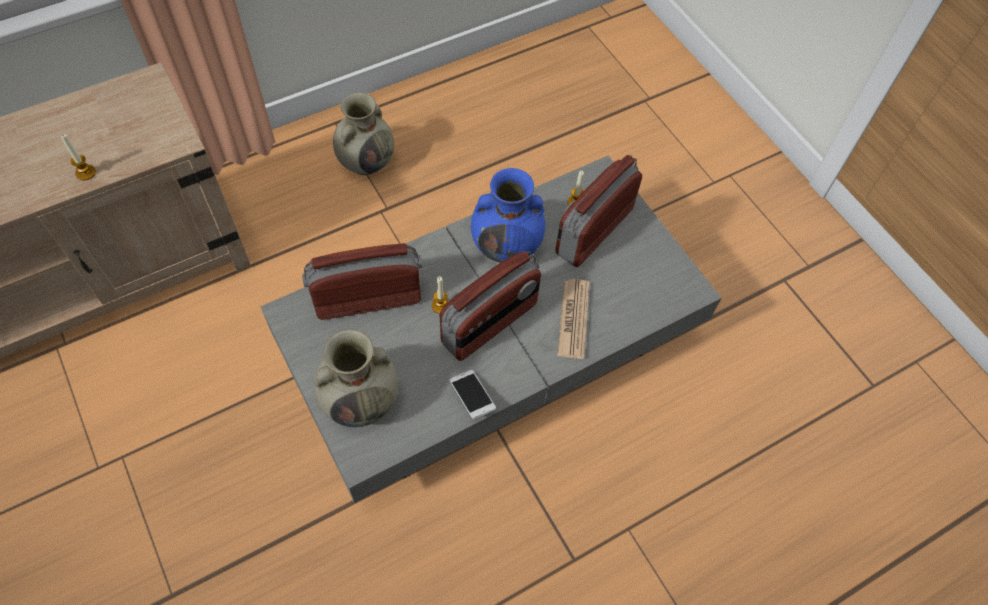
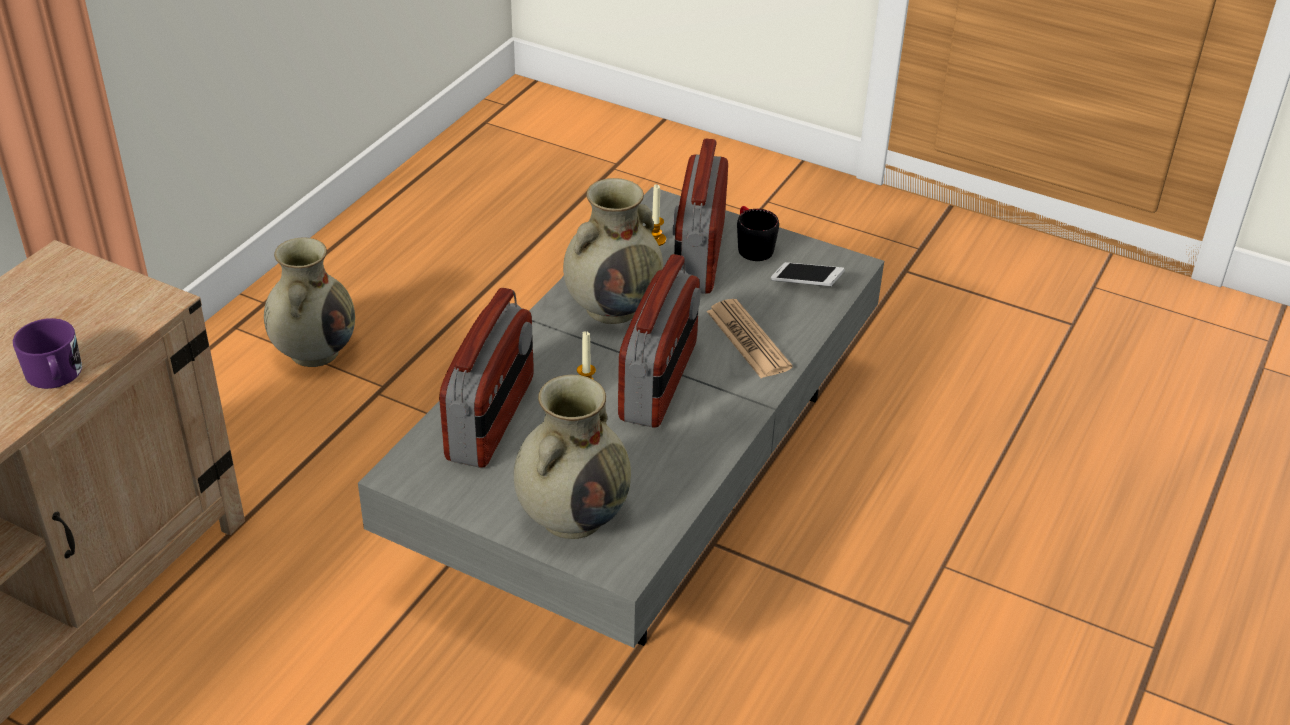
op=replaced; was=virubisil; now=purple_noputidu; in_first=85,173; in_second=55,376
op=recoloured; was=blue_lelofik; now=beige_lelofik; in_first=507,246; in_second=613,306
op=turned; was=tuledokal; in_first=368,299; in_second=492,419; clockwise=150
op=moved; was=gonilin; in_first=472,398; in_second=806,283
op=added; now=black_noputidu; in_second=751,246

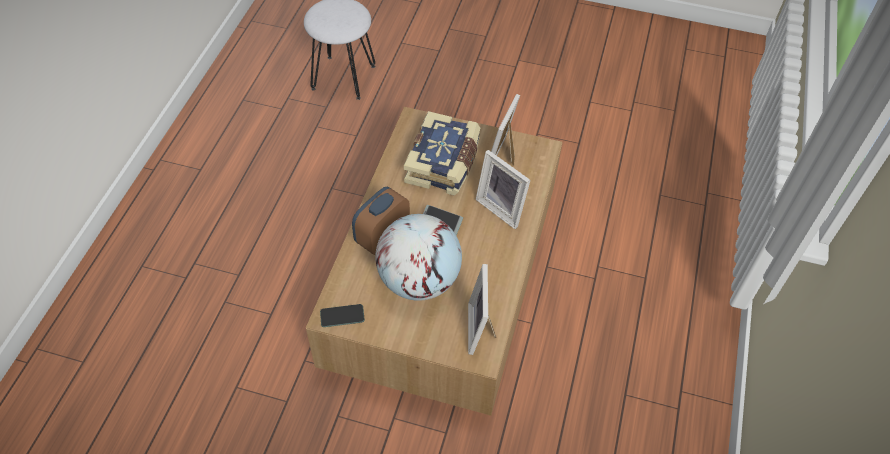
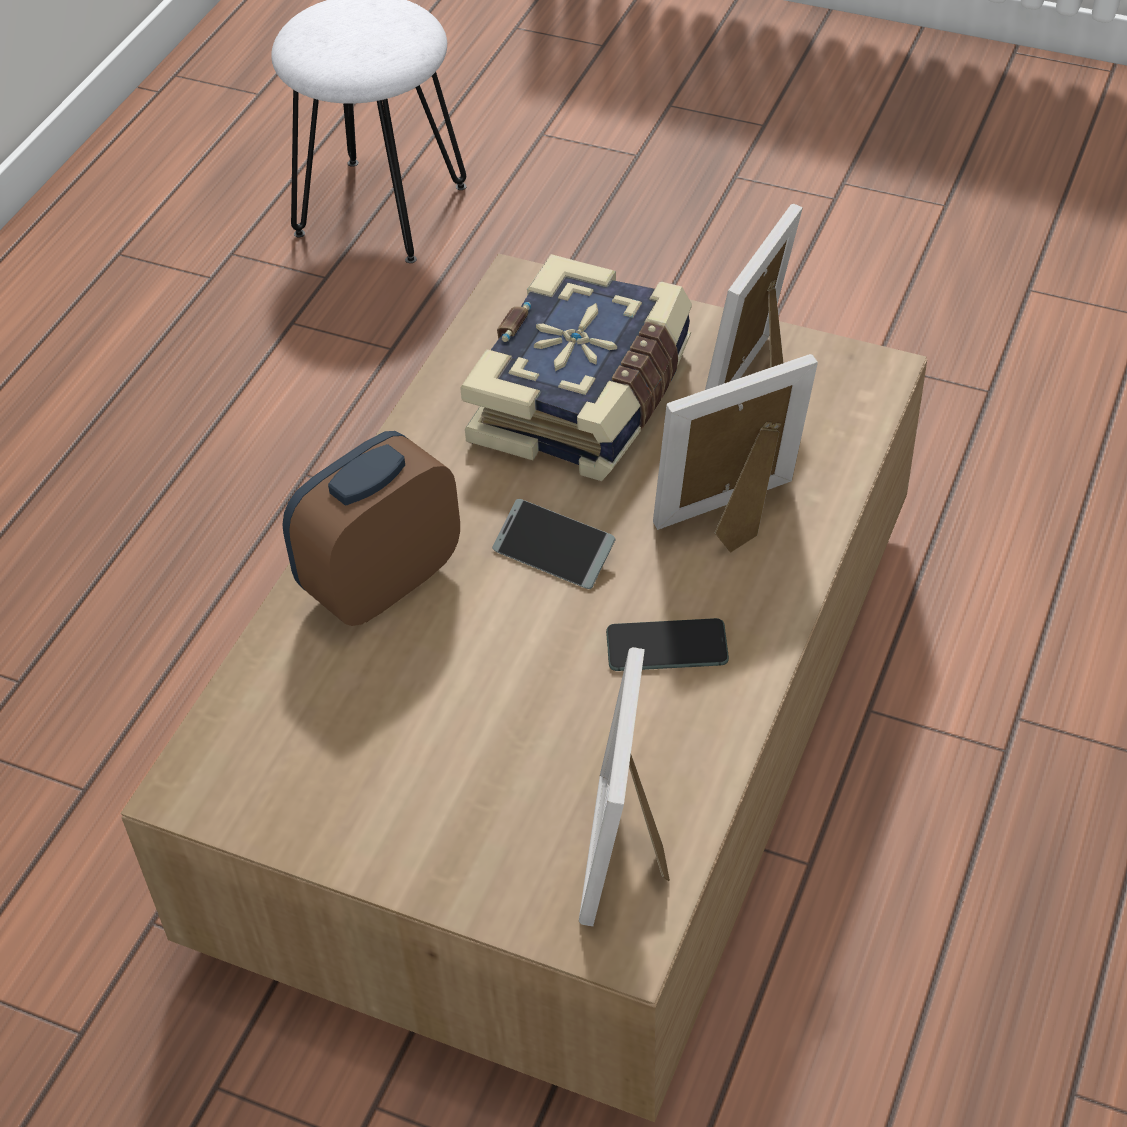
op=turned; was=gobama; in_first=503,207; in_second=736,520; clockwise=105
op=removed; was=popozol; in_first=418,280
op=moved; was=gonilin; in_first=342,316; in_second=667,646

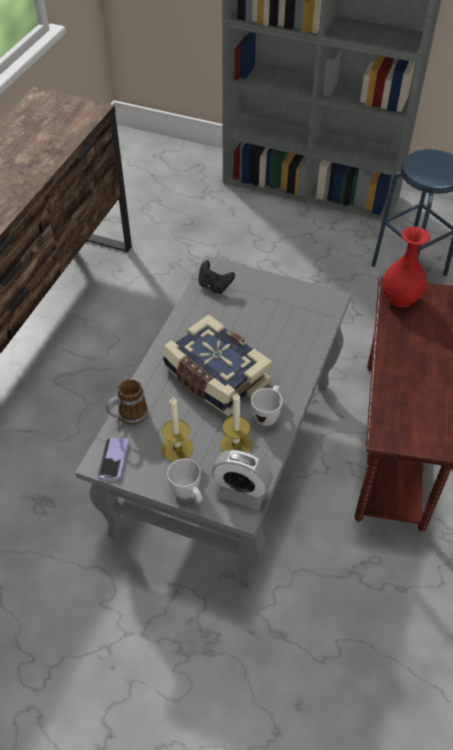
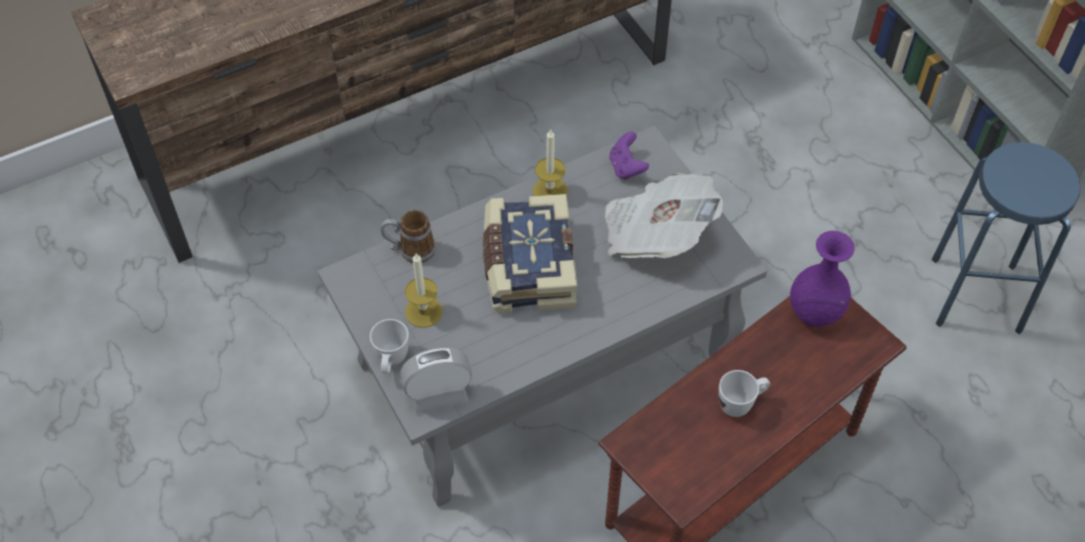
op=recoloured; was=red_lelofik; now=purple_lelofik; in_first=400,298; in_second=815,312
op=recoloured; was=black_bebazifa; now=purple_bebazifa; in_first=214,286; in_second=626,167
op=moved; was=white_noputidu; in_first=268,414; in_second=741,404
op=moved; was=virubisil; in_first=235,445; in_second=550,191
op=removed; was=gonilin; in_first=113,459
op=turned; was=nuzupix; in_first=241,493; in_second=438,395; clockwise=105
op=added; now=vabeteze; in_second=656,234

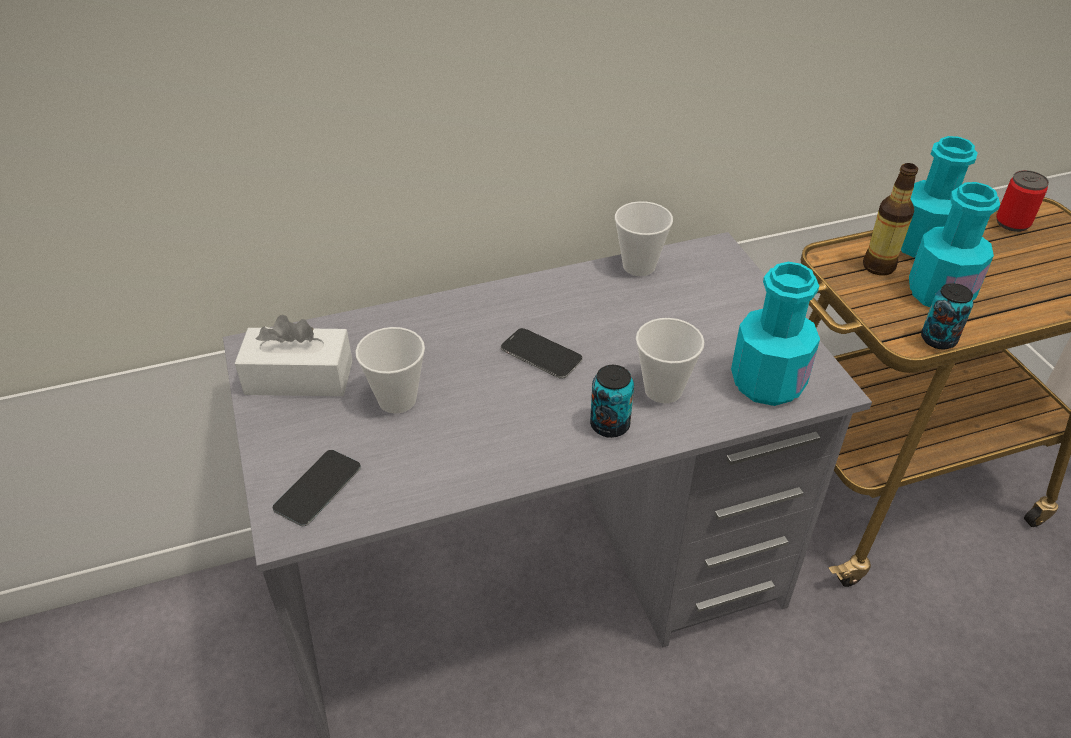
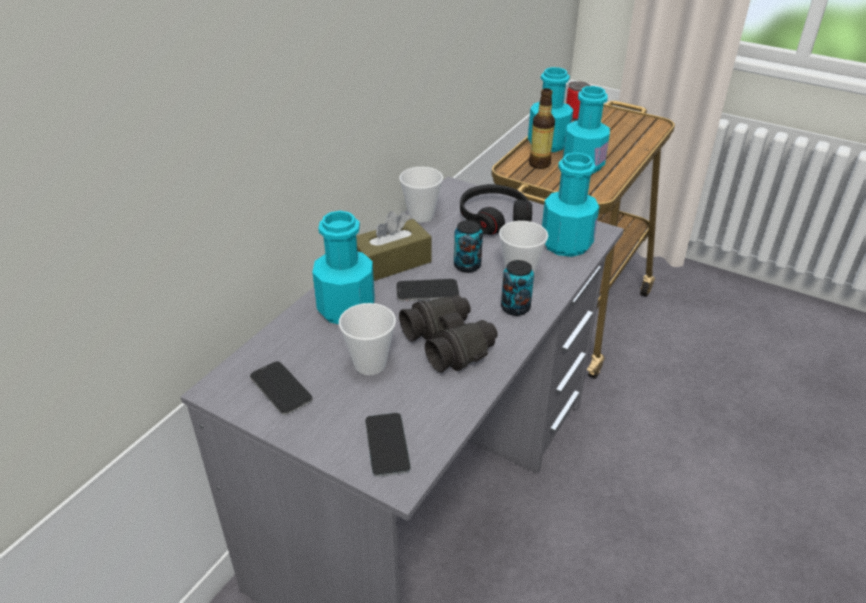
op=moved; was=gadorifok; in_first=938,339; in_second=467,266
op=replaced; was=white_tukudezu; now=gonilin; in_first=299,377; in_second=281,389
op=added; now=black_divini; in_second=494,217
op=added; now=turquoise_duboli; in_second=346,309
op=added; now=brown_tukudezu; in_second=391,263
op=added; now=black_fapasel; in_second=449,343

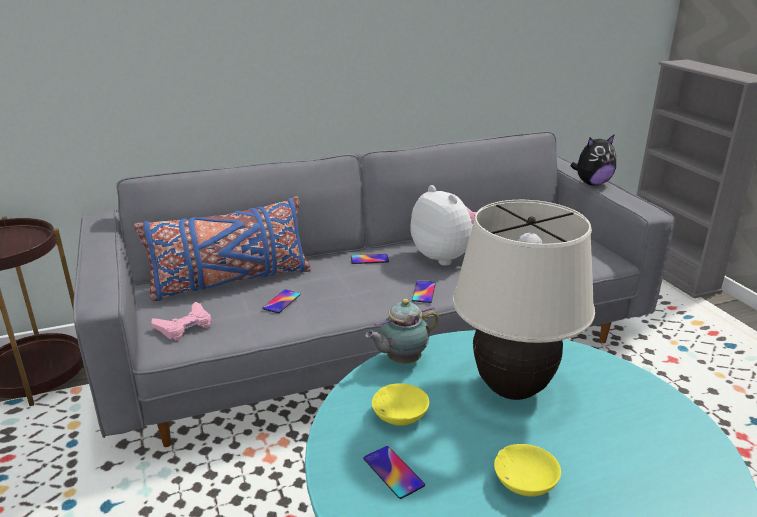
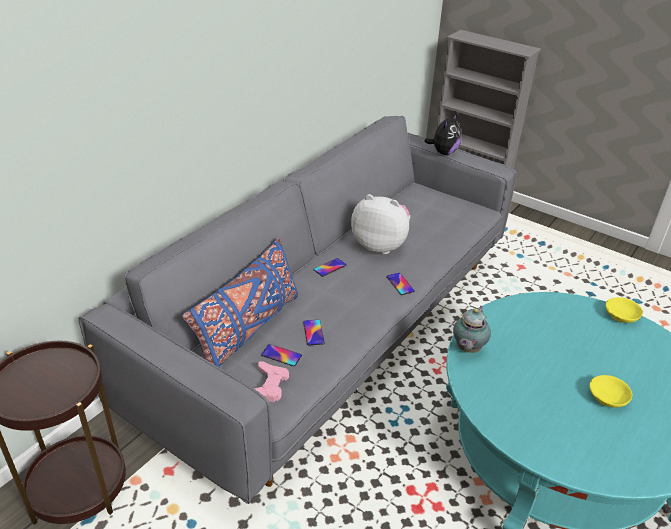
op=removed; was=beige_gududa; in_first=511,389
op=moved; was=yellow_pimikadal; in_first=401,416; in_second=622,317
op=moved; was=gonilin; in_first=393,472; in_second=281,355

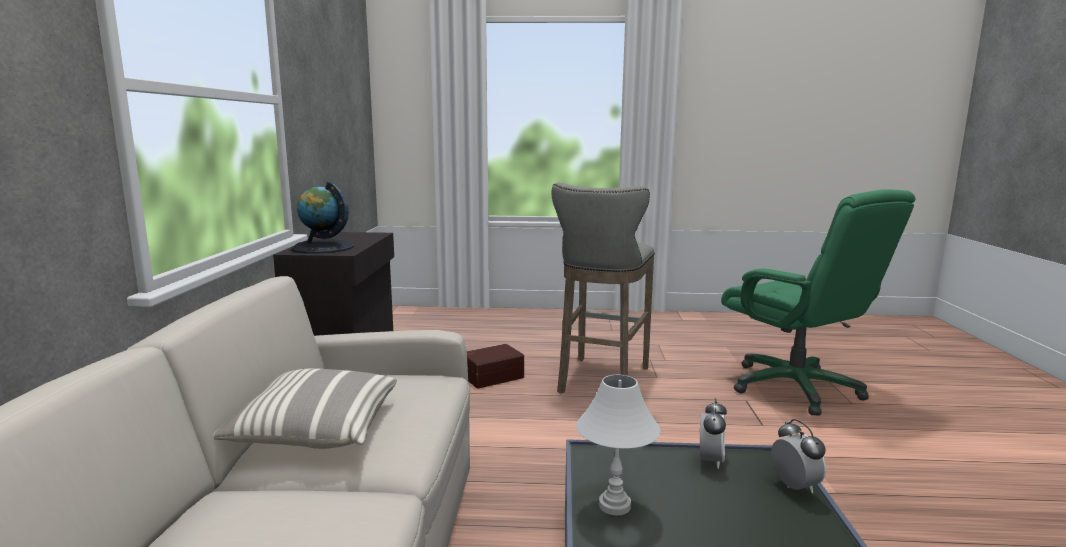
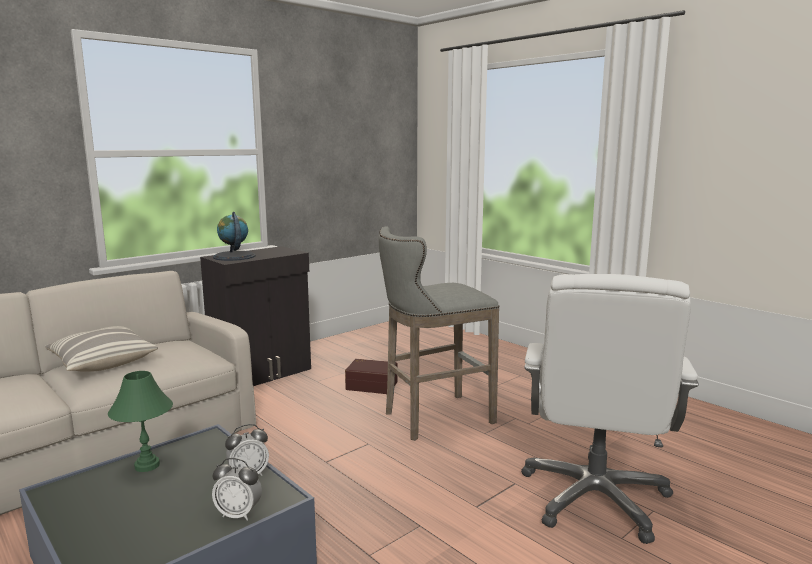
op=recoloured; was=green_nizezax; now=white_nizezax; in_first=796,388; in_second=595,498
op=recoloured; was=white_gududa; now=green_gududa; in_first=614,505; in_second=147,465
op=turned; was=nuzupix; in_first=794,486; in_second=238,514; clockwise=75

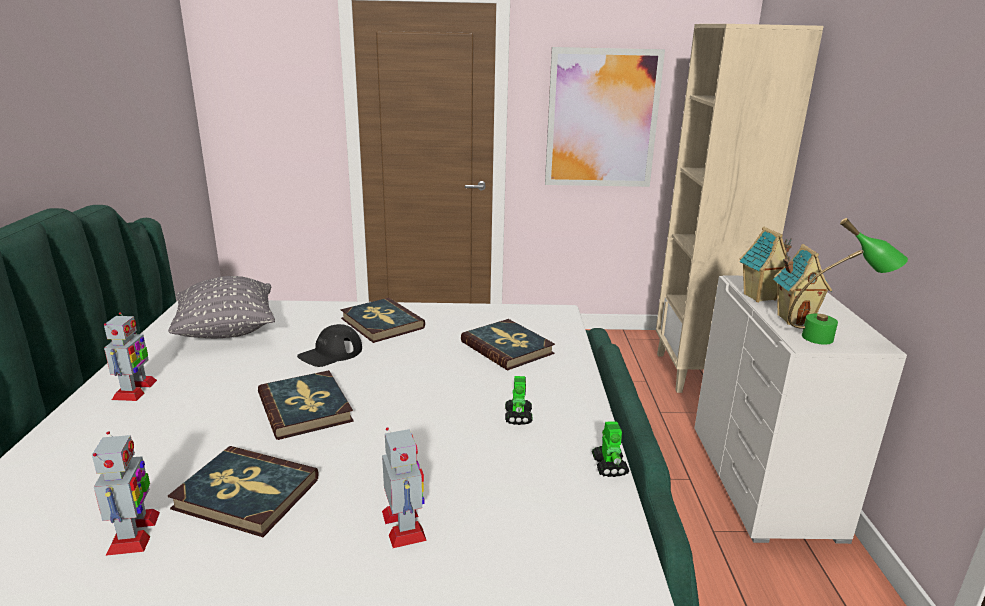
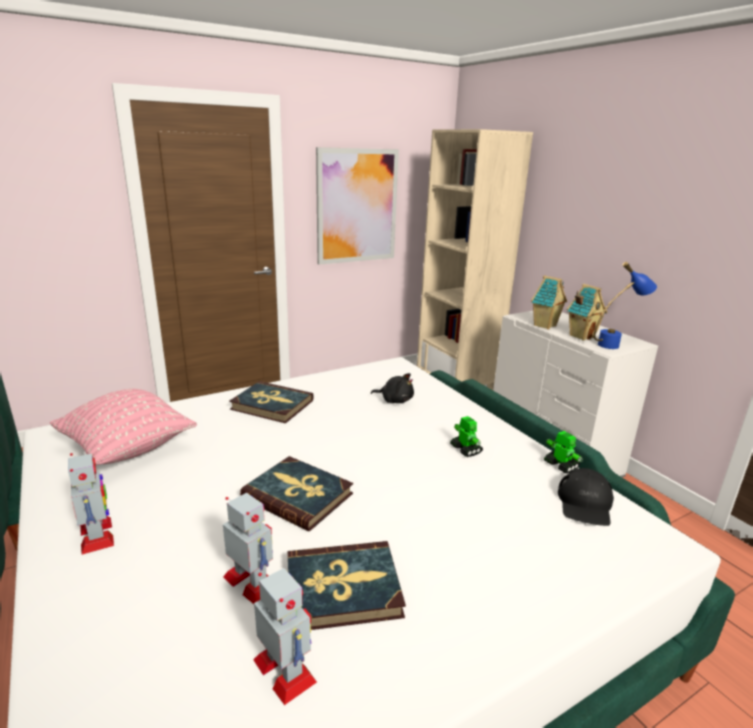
op=recoloured; was=green_gududa; now=blue_gududa; in_first=832,339; in_second=615,344
op=recoloured; was=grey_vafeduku; now=pink_vafeduku; in_first=227,331; in_second=128,448
op=replaced; was=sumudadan; now=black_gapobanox; in_first=507,348; in_second=395,400
op=moved; was=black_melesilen; in_first=330,353; in_second=585,504
op=moved; was=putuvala; in_first=404,526; in_second=251,582

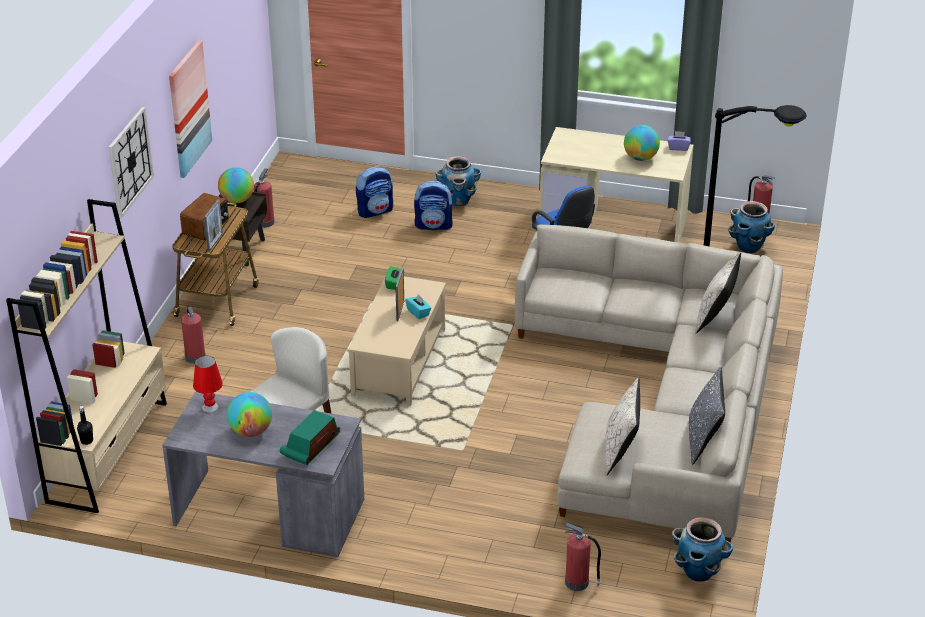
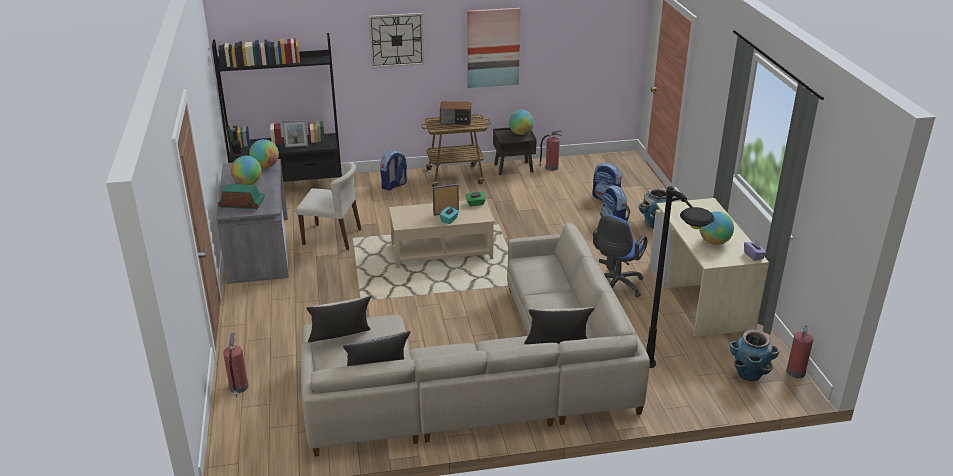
op=recoloured; was=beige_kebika; now=black_kebika; in_first=108,451; in_second=289,187
op=moved; was=gobama; in_first=215,242; in_second=296,146
op=replaced; was=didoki; now=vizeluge; in_first=195,356; in_second=394,185
op=replaced; was=red_gududa; now=popozol; in_first=210,407; in_second=265,166
op=removed; was=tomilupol; in_first=699,572

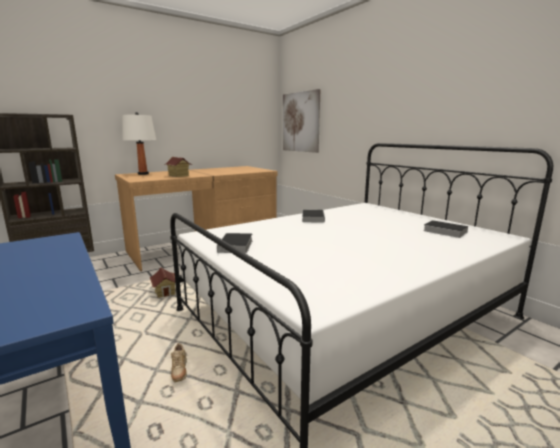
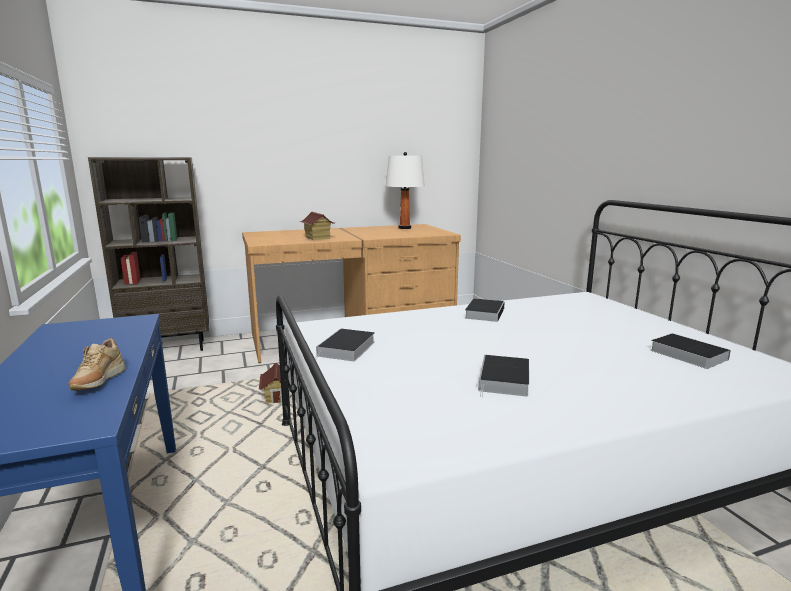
op=removed; was=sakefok; in_first=300,122
op=moved; was=white_gududa; in_first=143,174; in_second=404,228
op=moved; was=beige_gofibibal; in_first=179,372; in_second=98,383
op=added; now=sumudadan; in_second=504,380

